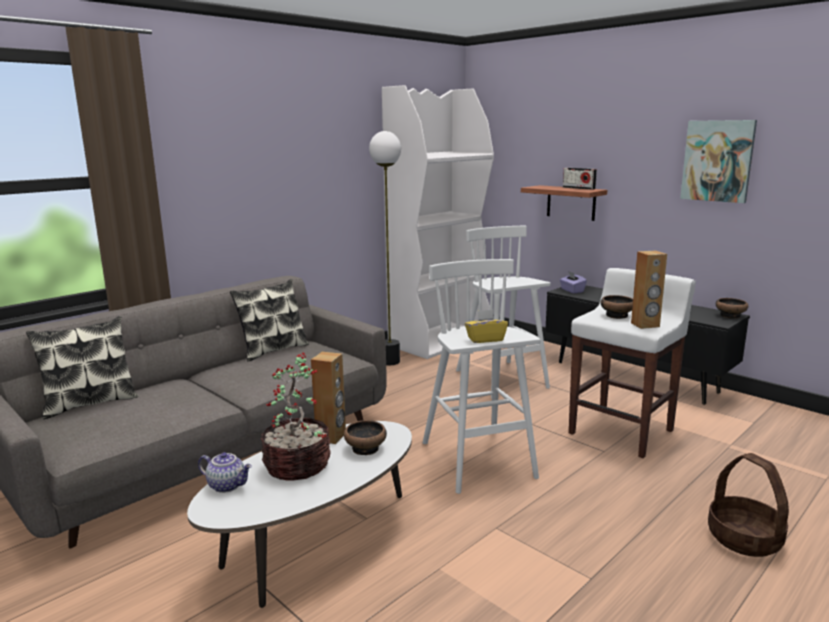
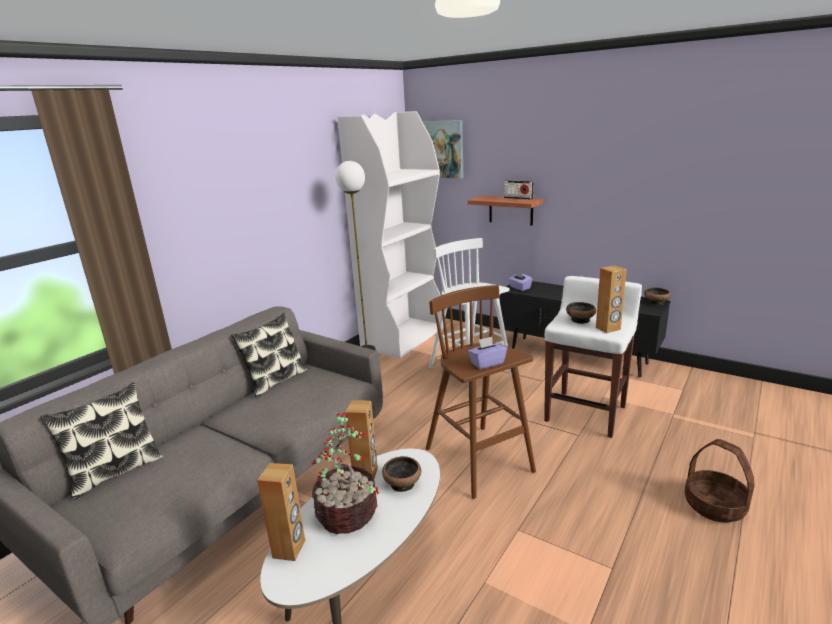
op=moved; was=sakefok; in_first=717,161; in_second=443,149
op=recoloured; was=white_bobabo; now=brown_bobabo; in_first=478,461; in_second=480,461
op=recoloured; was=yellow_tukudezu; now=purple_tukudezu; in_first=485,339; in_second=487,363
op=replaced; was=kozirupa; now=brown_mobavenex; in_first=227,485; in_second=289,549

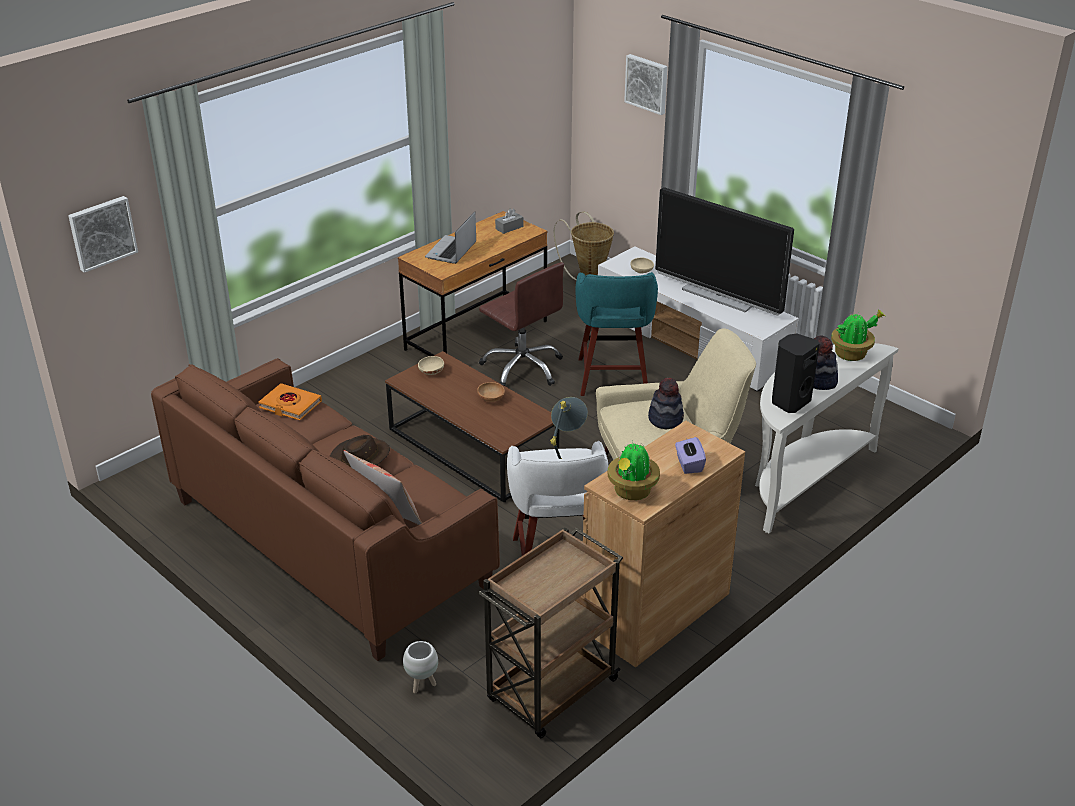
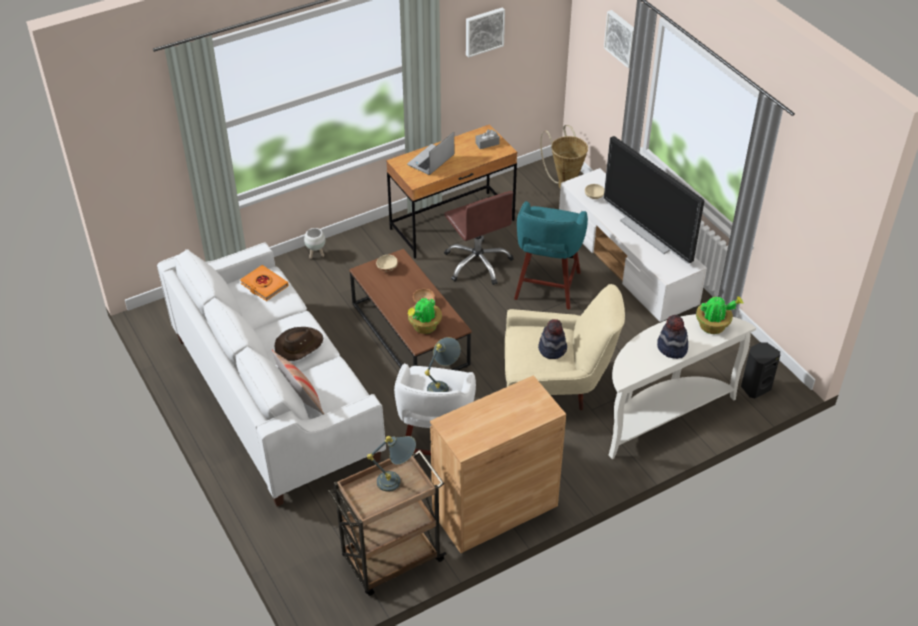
op=moved; was=sakefok; in_first=102,233; in_second=484,31
op=moved; was=black_mobavenex; in_first=789,402; in_second=754,387
op=recoloured; was=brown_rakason; now=white_rakason; in_first=329,541; in_second=275,397
op=removed; was=purple_tukudezu; in_first=689,464
op=moved; was=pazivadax; in_first=632,492; in_second=424,327
op=moved; was=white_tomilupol; in_first=421,684; in_second=316,254
op=added; now=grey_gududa; in_second=397,481

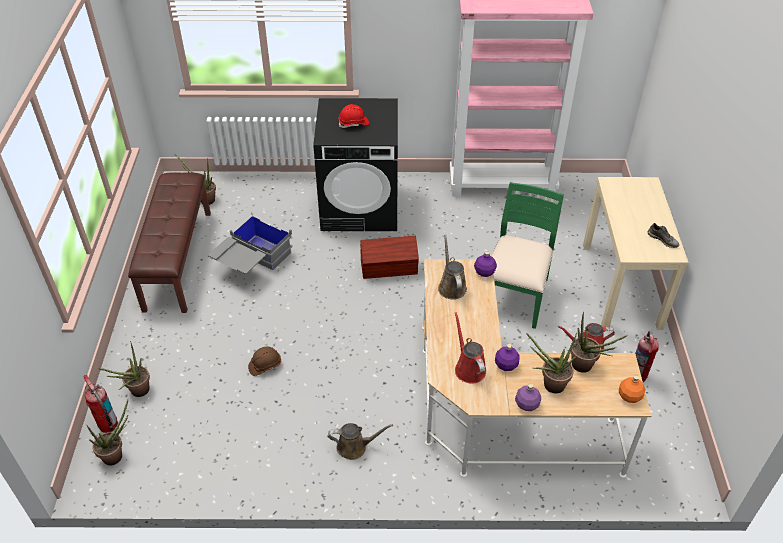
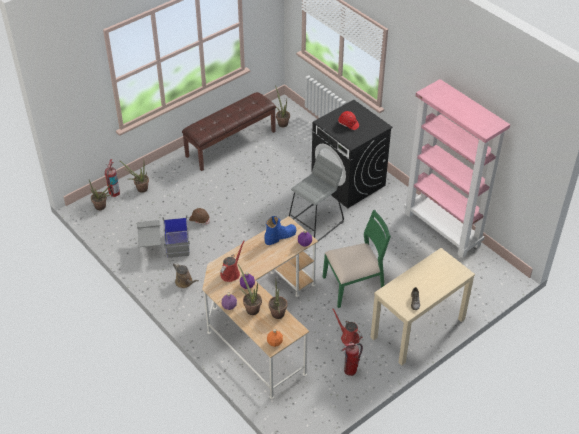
op=moved; was=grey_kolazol; in_first=252,264; in_second=164,246
op=replaced; was=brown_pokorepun; now=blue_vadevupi; in_first=451,286; in_second=280,236
op=replaced; was=brown_kolazol; now=grey_bobabo; in_first=389,268; in_second=315,223

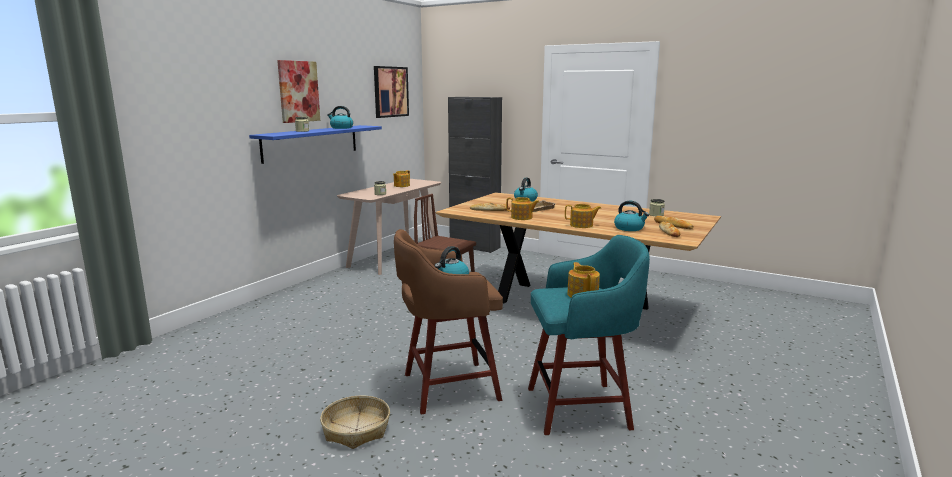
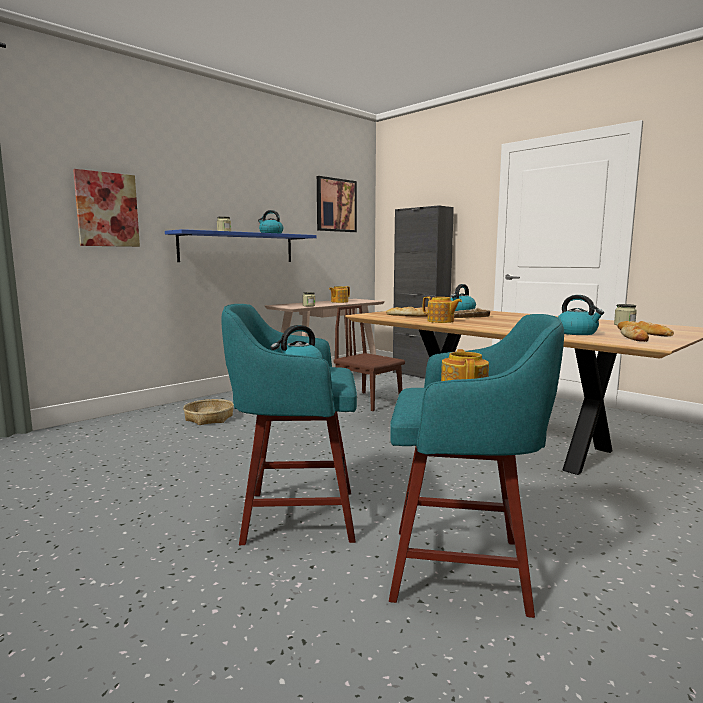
op=moved; was=sakefok; in_first=298,91; in_second=107,209
op=removed; was=kozirupa; in_first=582,225
op=recoloured; was=brown_bobabo; now=turquoise_bobabo; in_first=447,387; in_second=295,516
op=moved; was=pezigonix; in_first=356,430; in_second=209,418

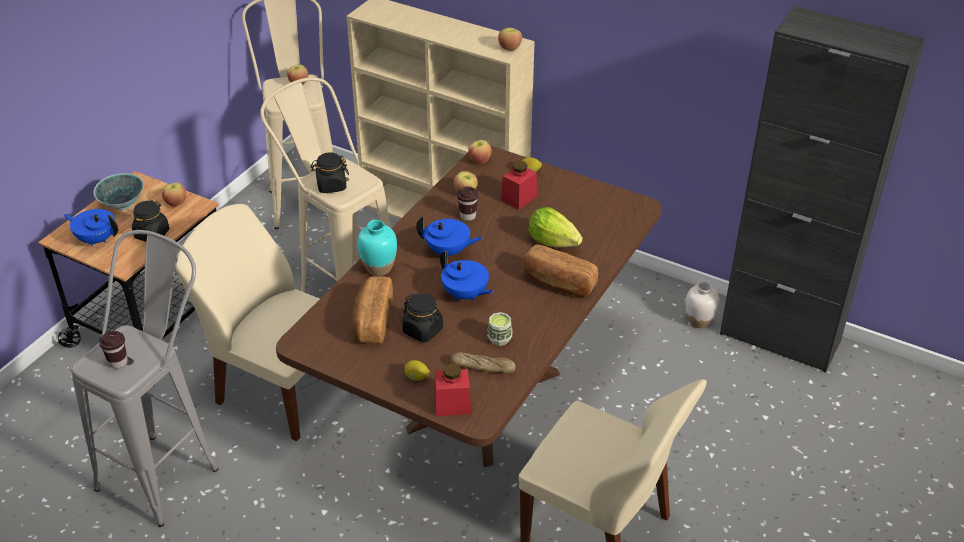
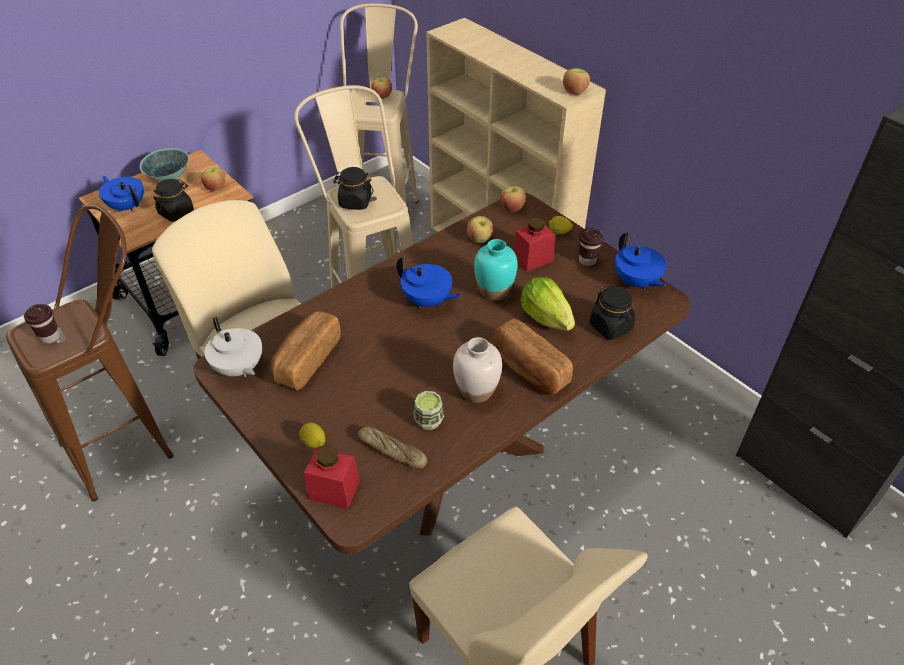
op=moved; was=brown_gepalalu; in_first=468,216; in_second=587,260
op=moved; was=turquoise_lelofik; in_first=378,268; in_second=494,292
op=recoloured; was=grey_bobabo; now=brown_bobabo; in_first=169,467; in_second=134,441
op=moved; was=blue_kozirupa; in_first=465,295; in_second=636,282
op=moved; was=white_lelofik; in_first=698,321; in_second=476,392
op=moved; was=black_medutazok; in_first=423,330; in_second=611,326
op=added; now=white_kozirupa; in_second=238,368

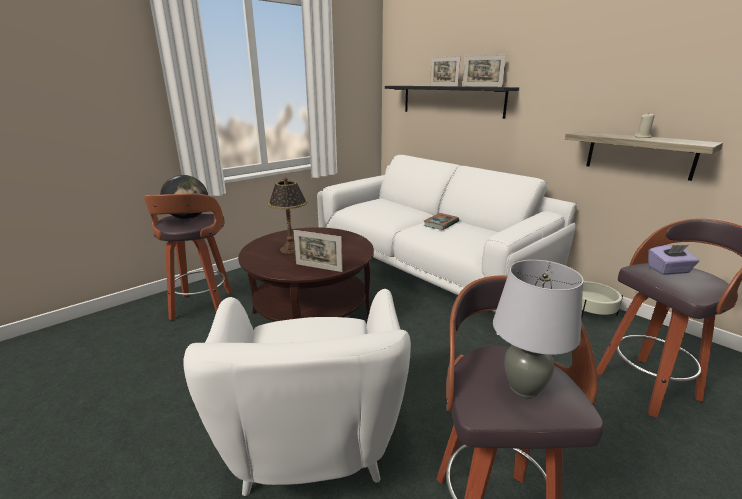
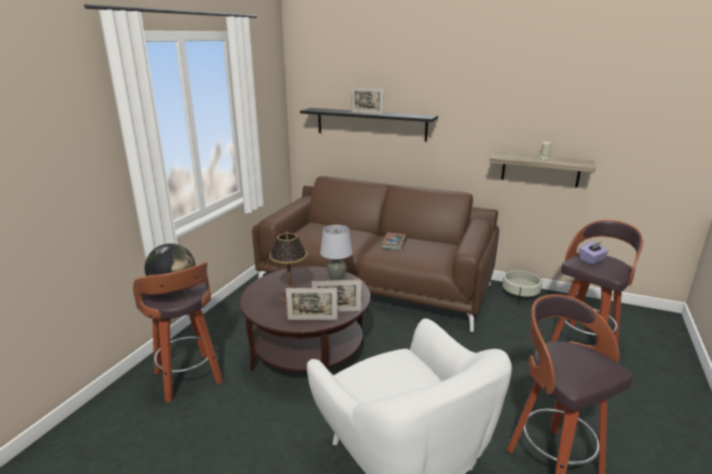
op=moved; was=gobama; in_first=482,86; in_second=312,319
op=recoloured; was=white_rakason; now=brown_rakason; in_first=428,268; in_second=375,283
op=moved; was=grey_gududa; in_first=524,387; in_second=337,278

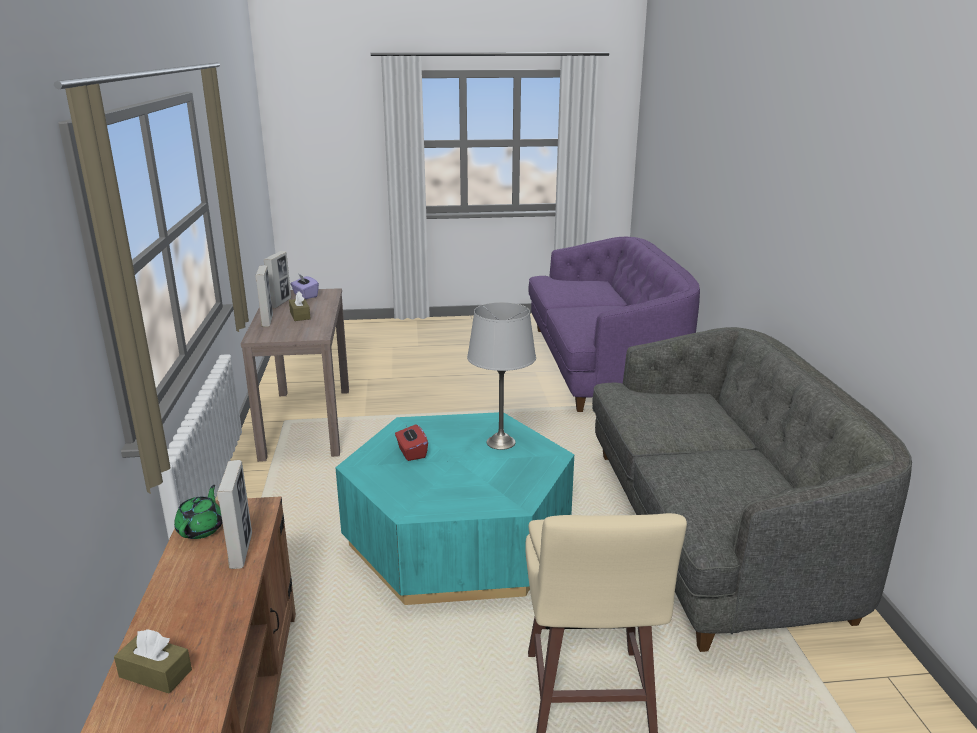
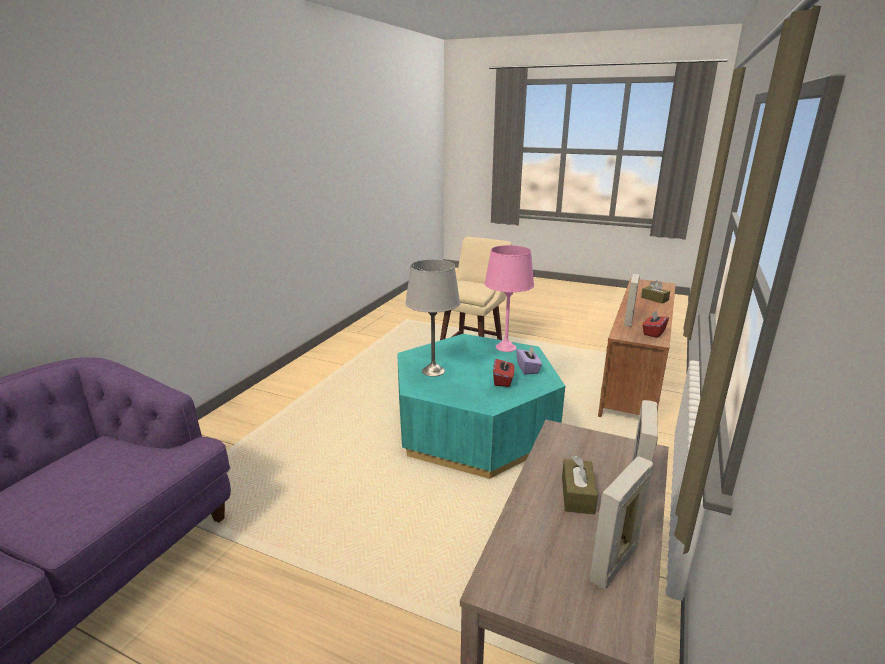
op=moved; was=purple_tukudezu; in_first=305,295; in_second=528,369
op=removed; was=grey_rakason; in_first=712,532
op=replaced; was=green_kozirupa; now=red_tukudezu; in_first=201,529; in_second=653,333
op=added; now=pink_gududa; in_second=505,347

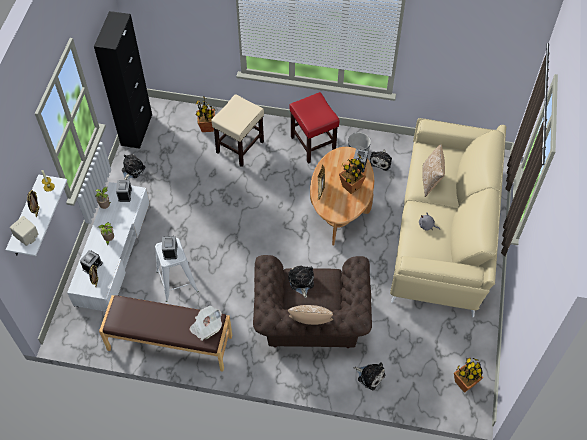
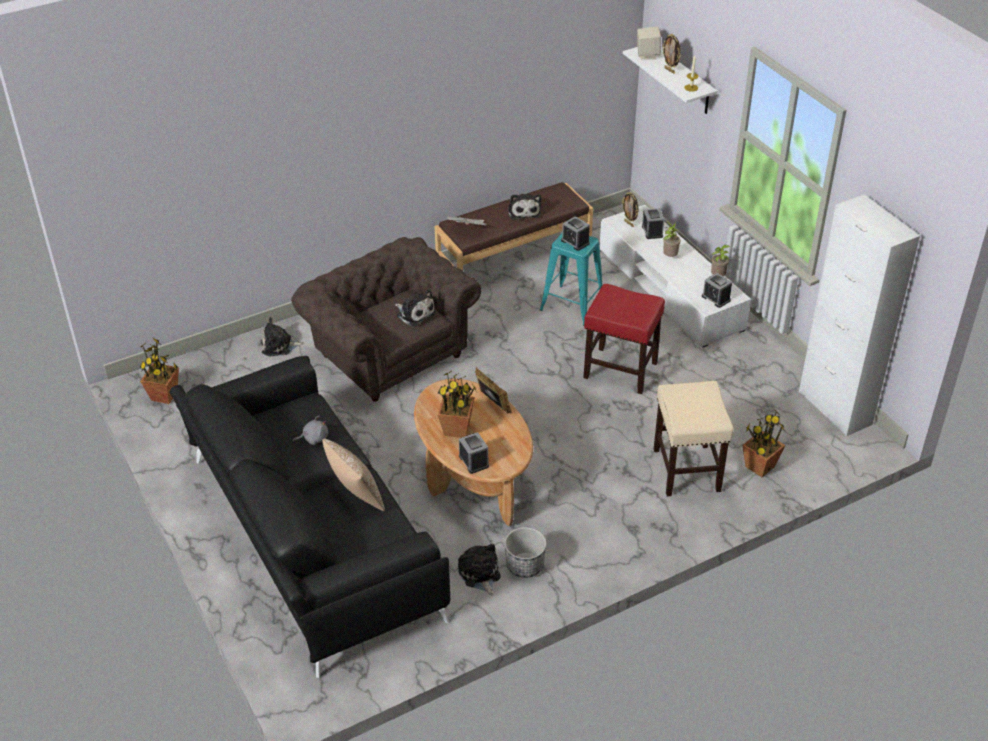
op=recoloured; was=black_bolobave; now=white_bolobave; in_first=136,130; in_second=835,408
op=moved; was=red_bobabo; in_first=313,144; in_second=619,370
op=recoloured; was=beige_rakason; now=black_rakason; in_first=444,229; in_second=310,538
op=moved; was=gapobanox; in_first=132,170; in_second=524,211
op=recoloured; was=white_bobabo; now=turquoise_bobabo; in_first=177,281; in_second=572,305
op=removed; was=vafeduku; in_first=310,324

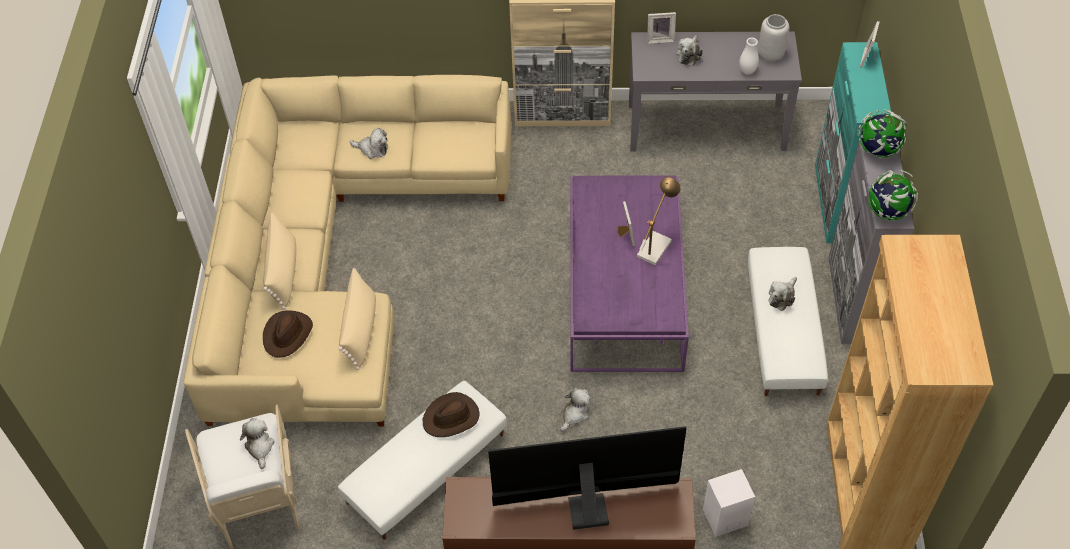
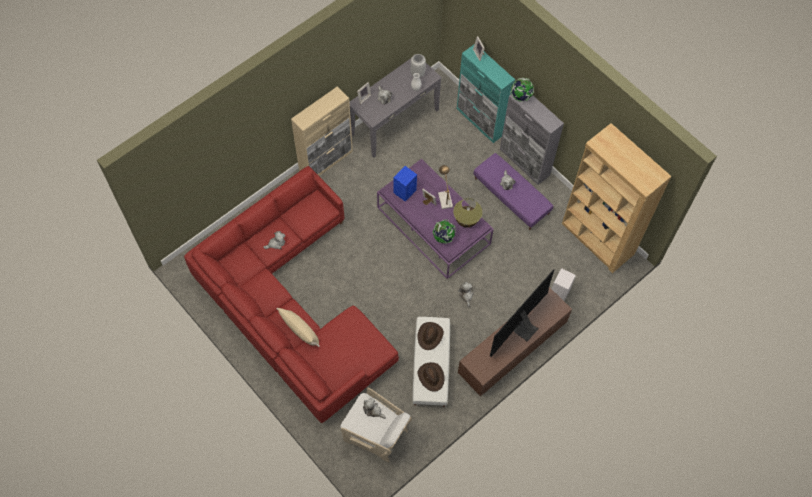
op=recoloured; was=beige_rakason; now=red_rakason; in_first=333,253; in_second=292,305
op=moved; was=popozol; in_first=887,212; in_second=443,237
op=recoloured; was=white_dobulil; now=purple_dobulil; in_first=783,331; in_second=511,196
op=removed; was=beige_vafeduku; in_first=360,329
op=moved; was=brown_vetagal; in_first=288,334; in_second=431,377
op=added; now=blue_mobavenex; in_second=405,191
op=added; now=gududa; in_second=466,219

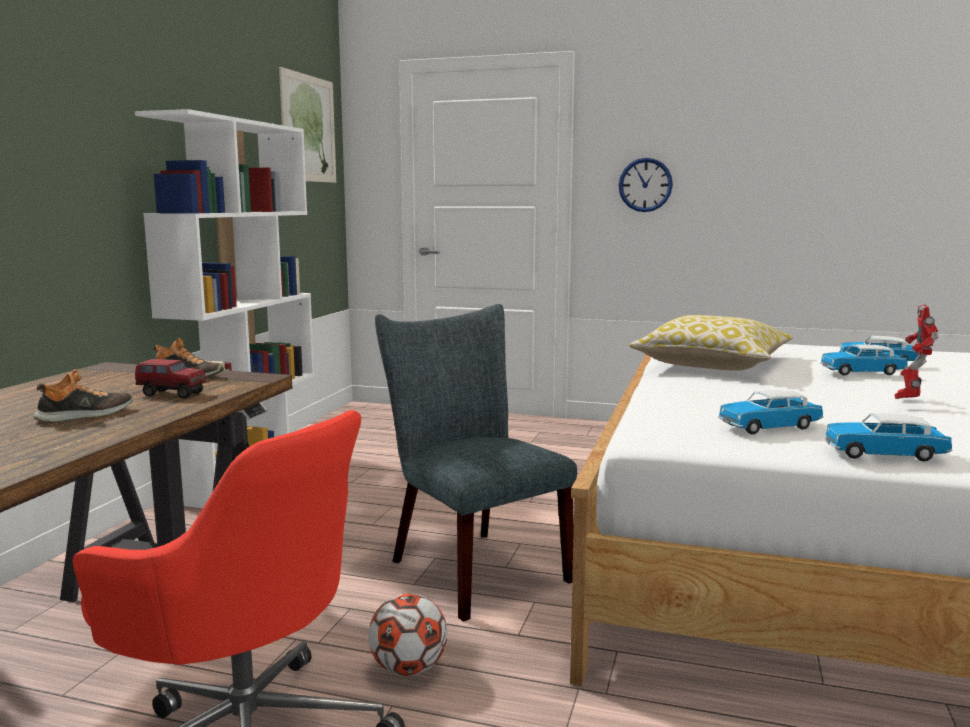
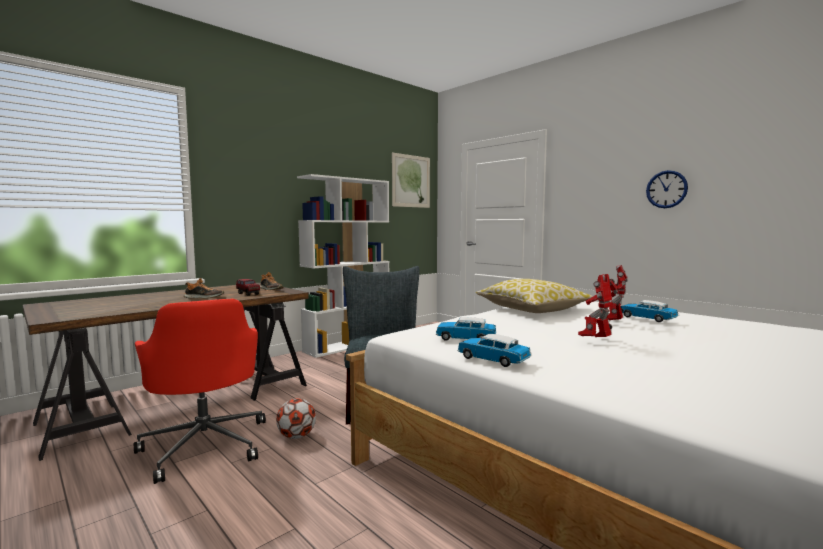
op=moved; was=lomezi; in_first=645,185; in_second=666,189
op=replaced; was=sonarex; now=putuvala; in_first=861,372; in_second=614,322

